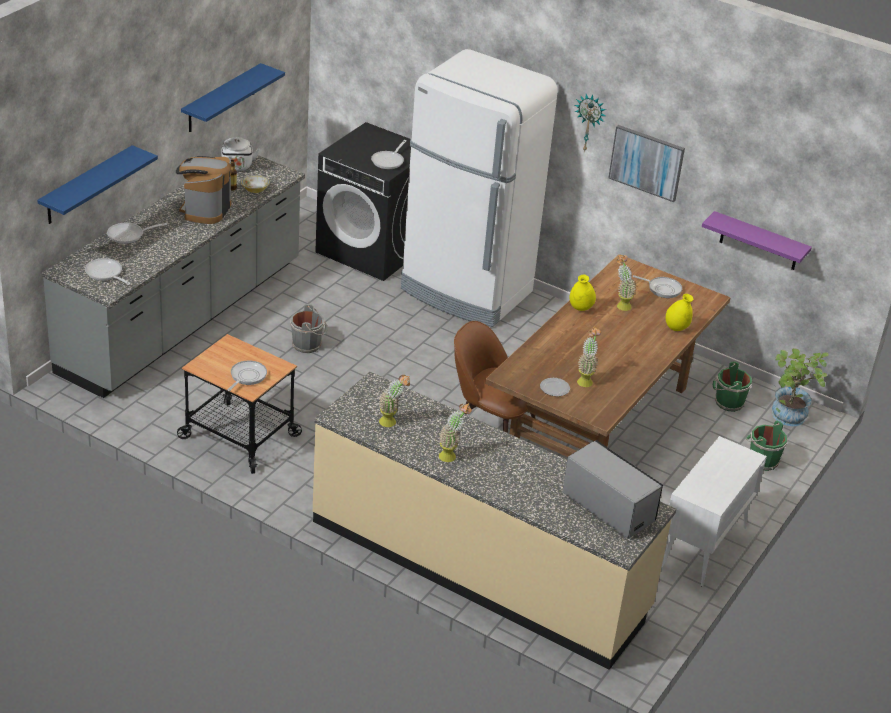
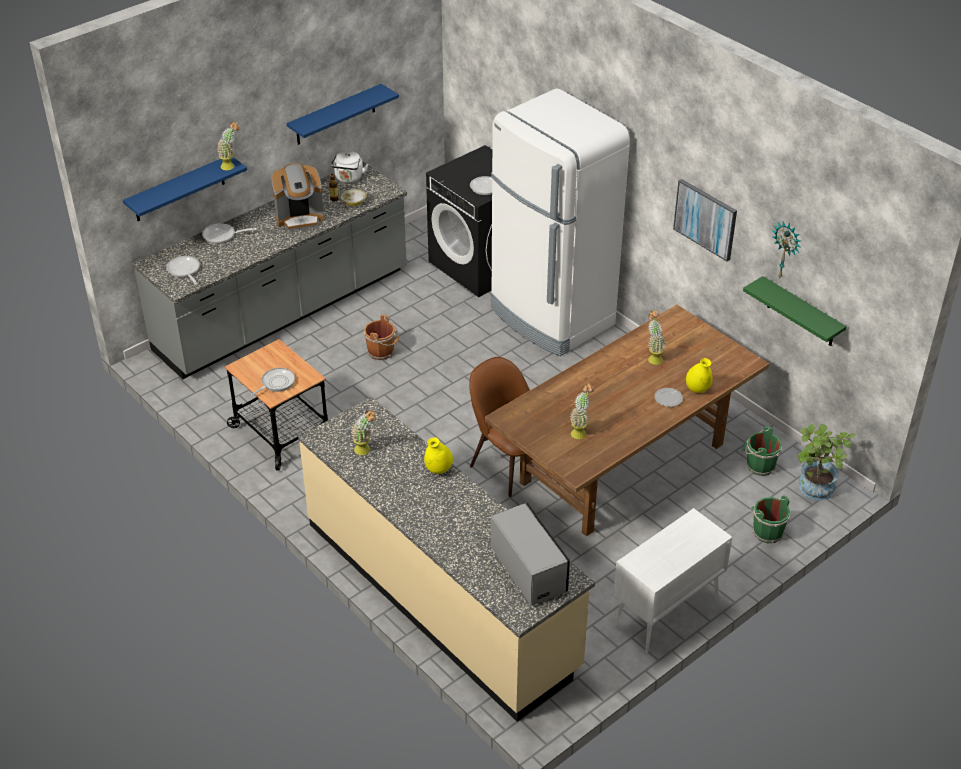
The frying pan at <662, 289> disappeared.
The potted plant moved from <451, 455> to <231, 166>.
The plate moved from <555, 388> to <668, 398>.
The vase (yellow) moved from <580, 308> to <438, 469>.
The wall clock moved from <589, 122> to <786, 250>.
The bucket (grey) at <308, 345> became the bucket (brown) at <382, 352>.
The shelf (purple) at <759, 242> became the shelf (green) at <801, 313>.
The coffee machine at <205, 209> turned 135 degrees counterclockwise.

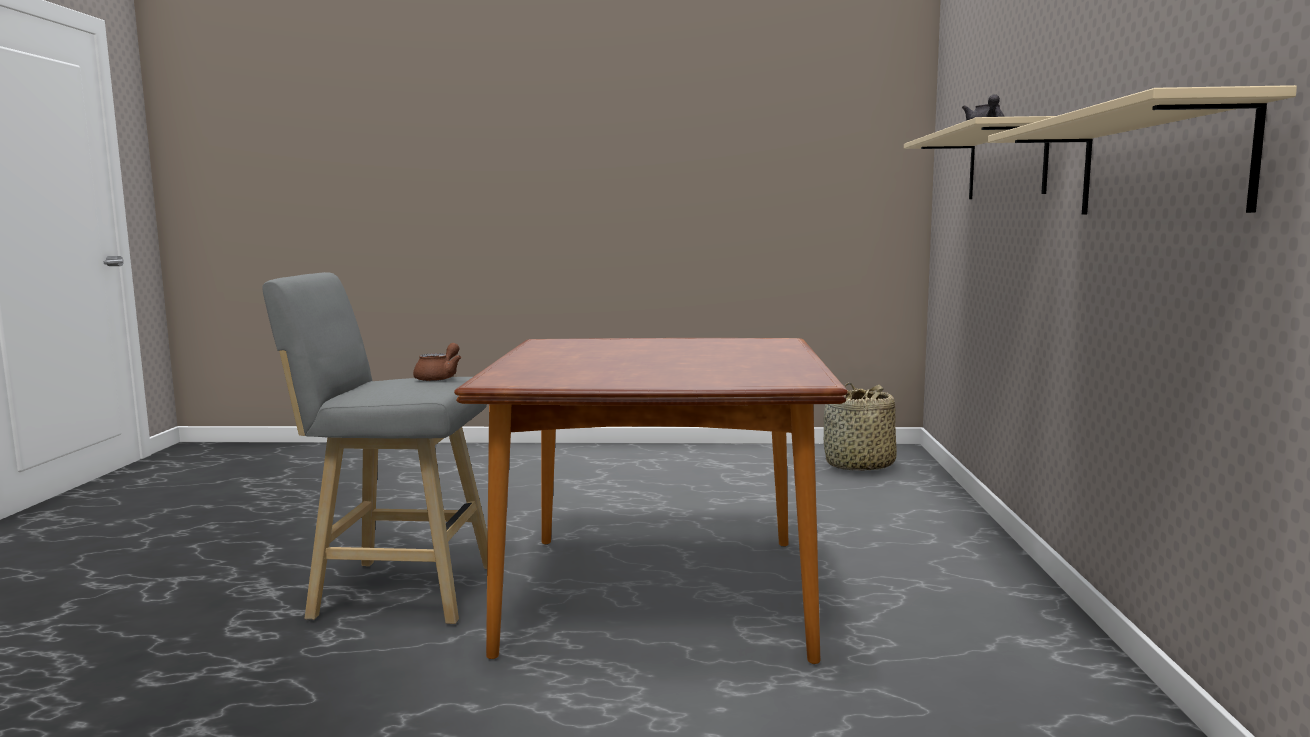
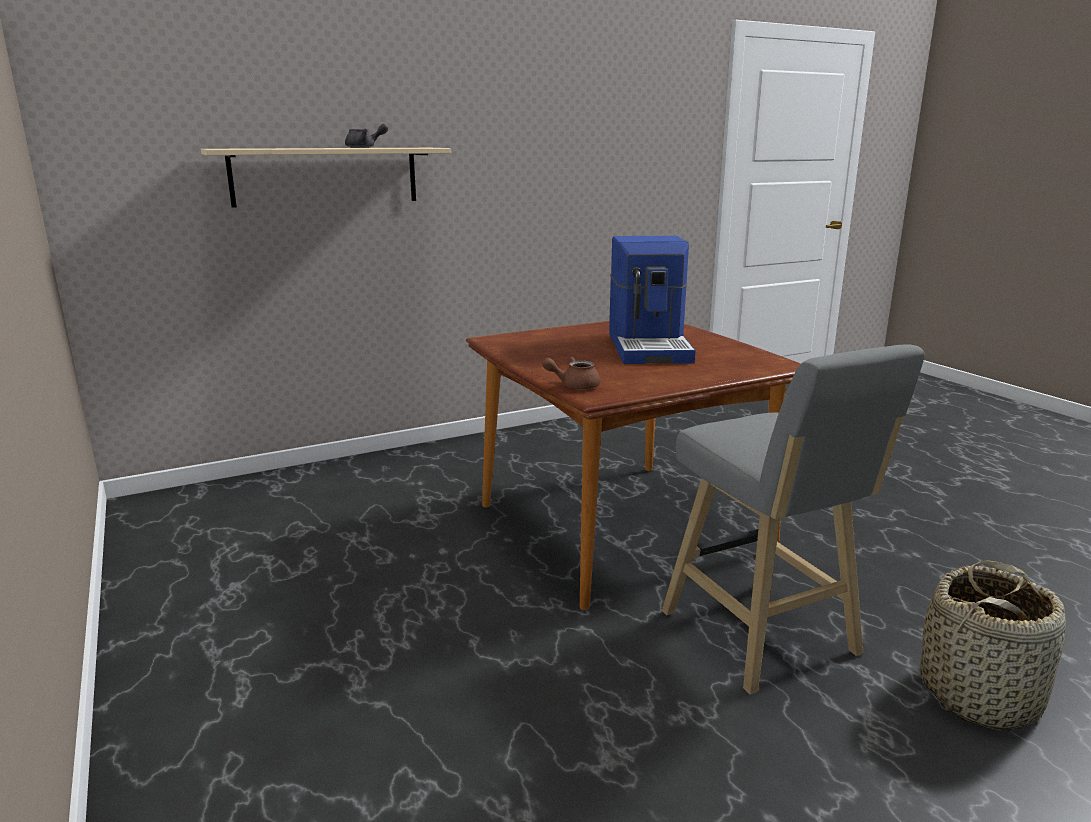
The shelf (beige) at <1158, 164> disappeared.
The coffee machine at <650, 347> appeared.
The teapot (brown) moved from <439, 378> to <574, 386>.
The basket moved from <859, 465> to <979, 694>.

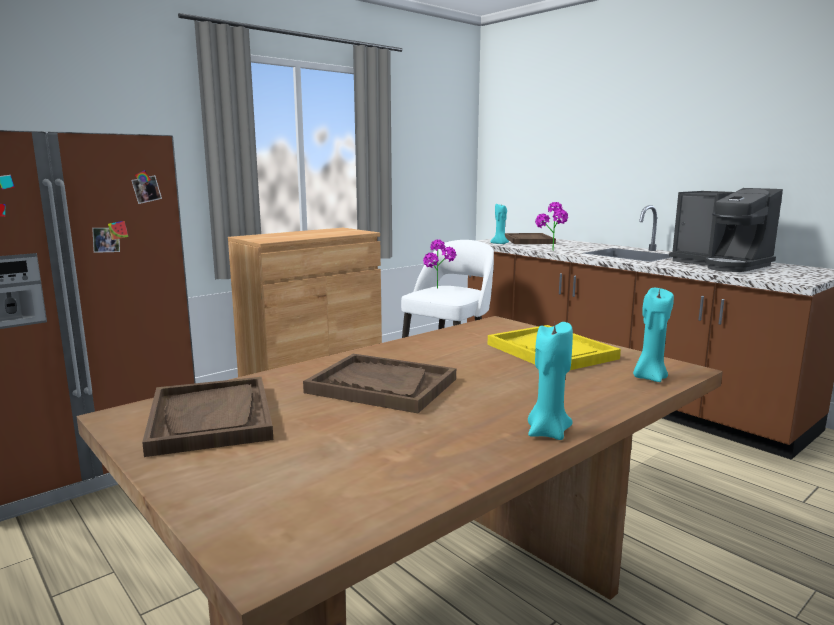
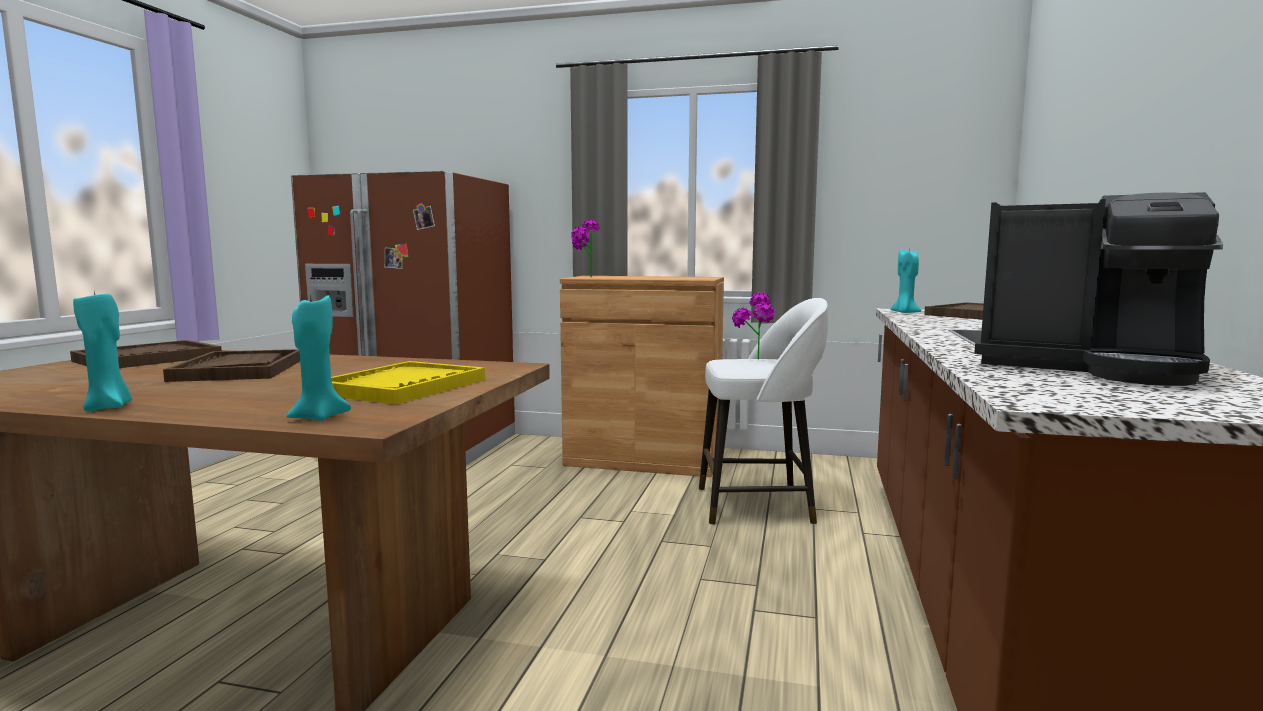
The potted plant moved from <551, 251> to <583, 277>.
The coffee machine at <721, 265> turned 75 degrees counterclockwise.

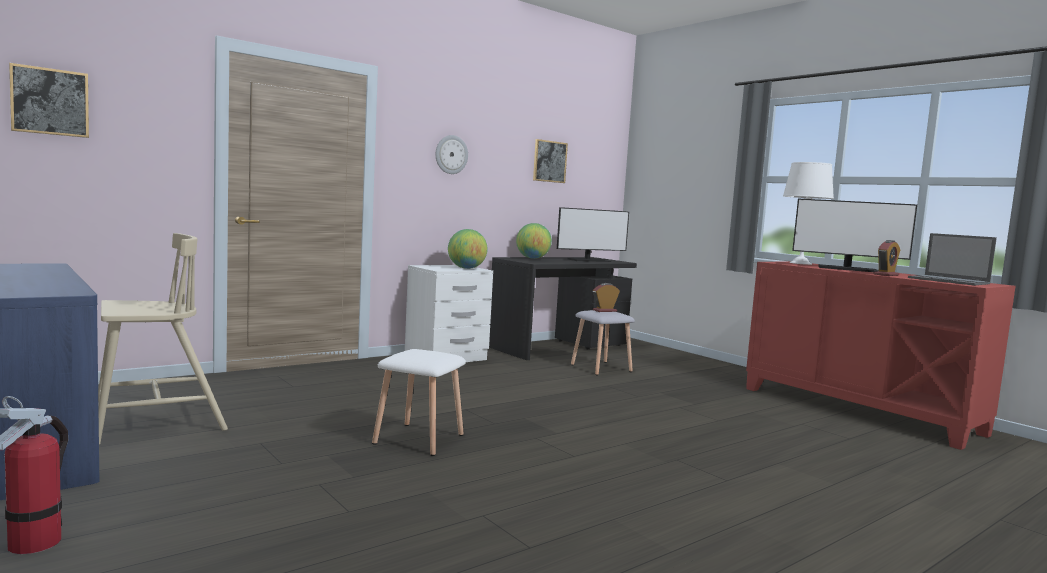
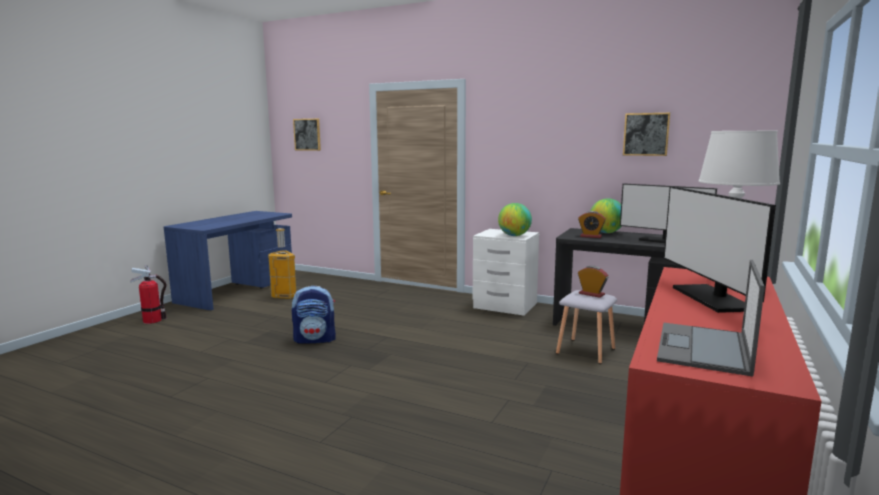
The wall clock at <451, 154> disappeared.
The alarm clock moved from <886, 275> to <591, 236>.
The chair (beige) at <156, 424> was replaced by the trash can at <285, 296>.
The stool (white) at <419, 438> was replaced by the backpack at <315, 339>.

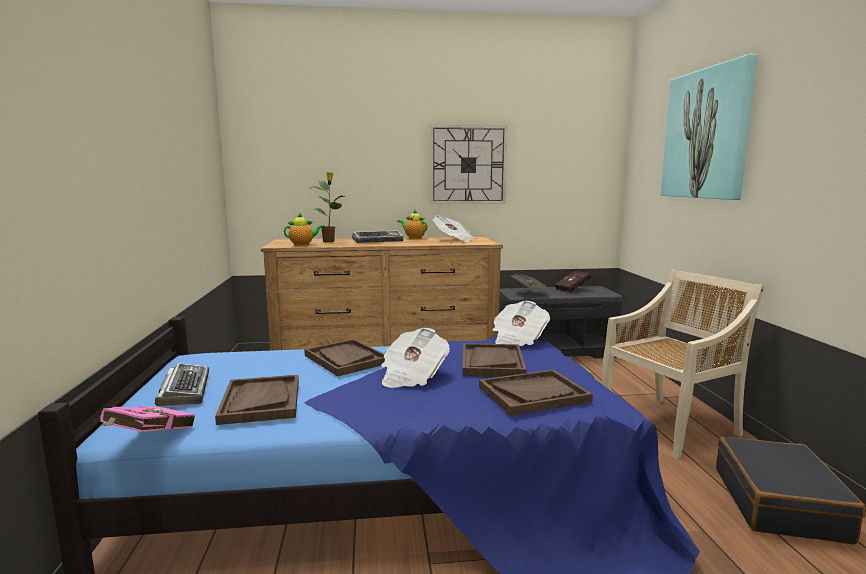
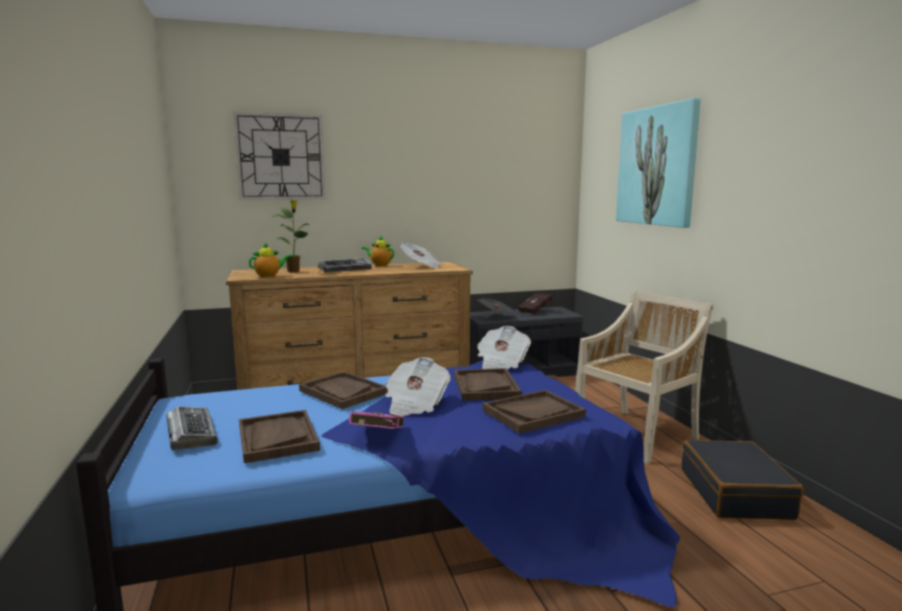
The book (pink) moved from <148, 438> to <376, 437>.
The wall clock moved from <468, 165> to <280, 157>.

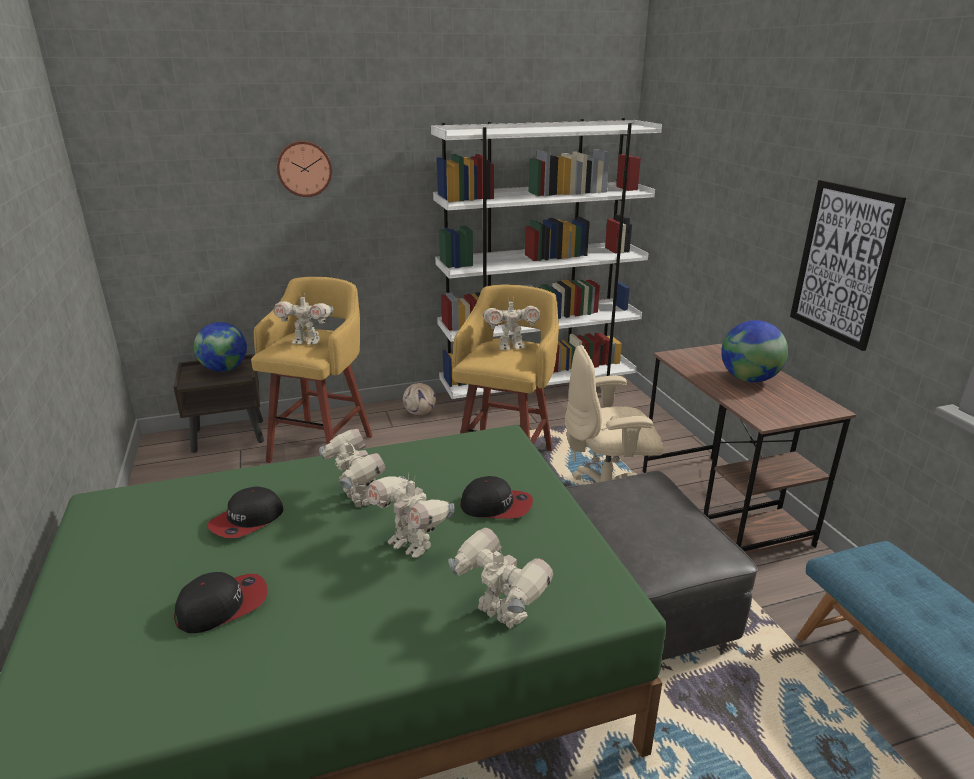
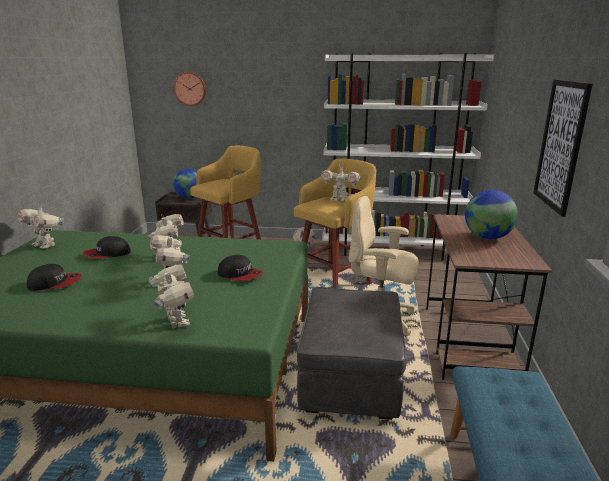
The toy robot moved from <307, 342> to <45, 245>.
The wall clock moved from <304, 168> to <190, 88>.

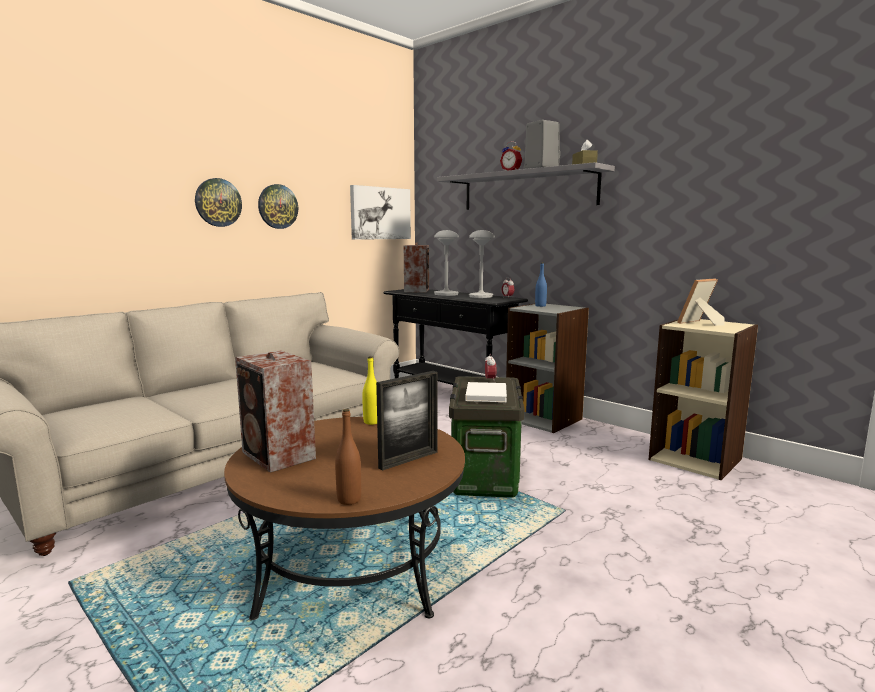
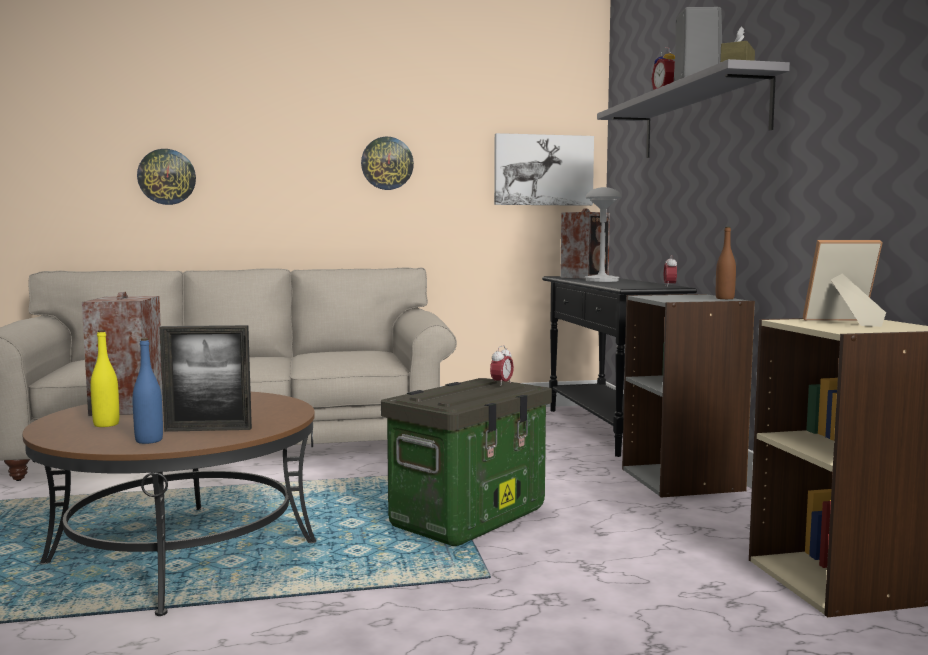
The book (white) at <486, 394> disappeared.
The table lamp (grey) at <480, 296> disappeared.
The wall clock moved from <218, 202> to <167, 177>.
The bottle (brown) moved from <349, 500> to <724, 298>.
The bottle (yellow) moved from <372, 422> to <106, 424>.
The bottle (blue) moved from <540, 306> to <149, 440>.

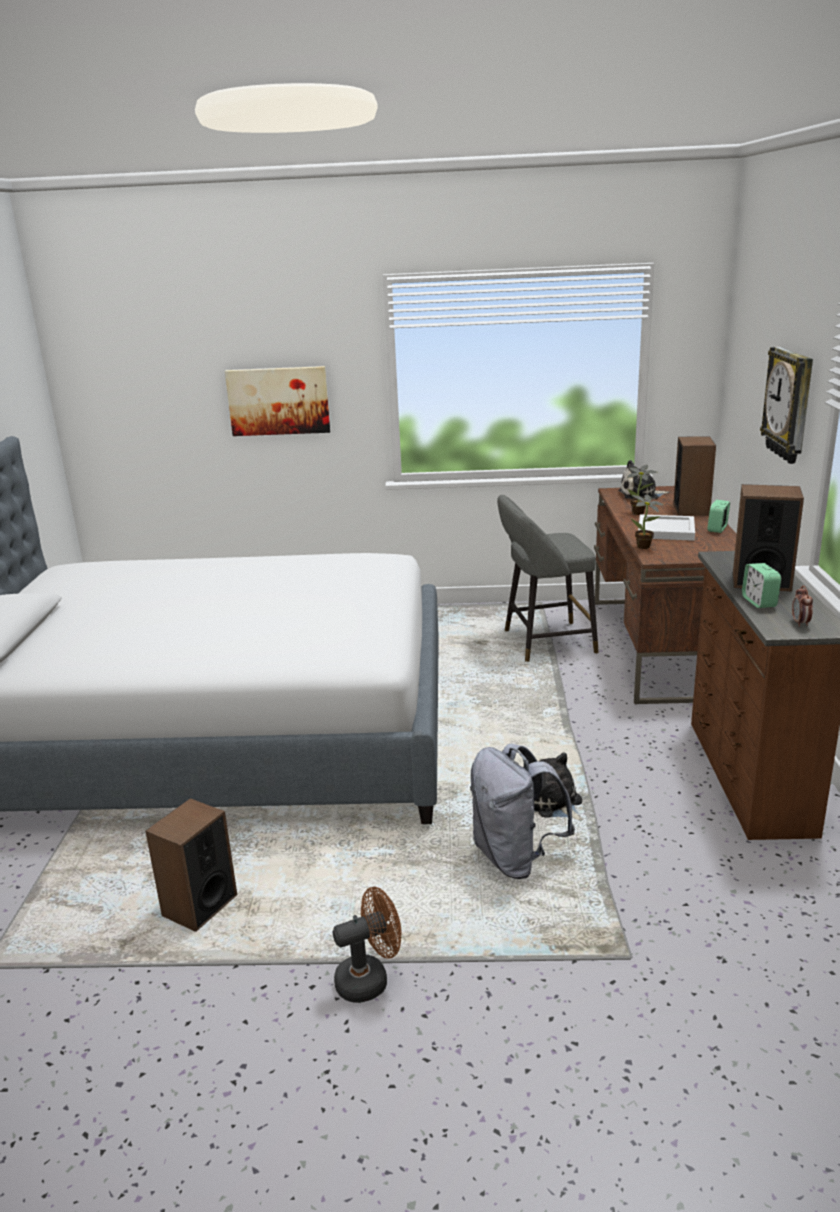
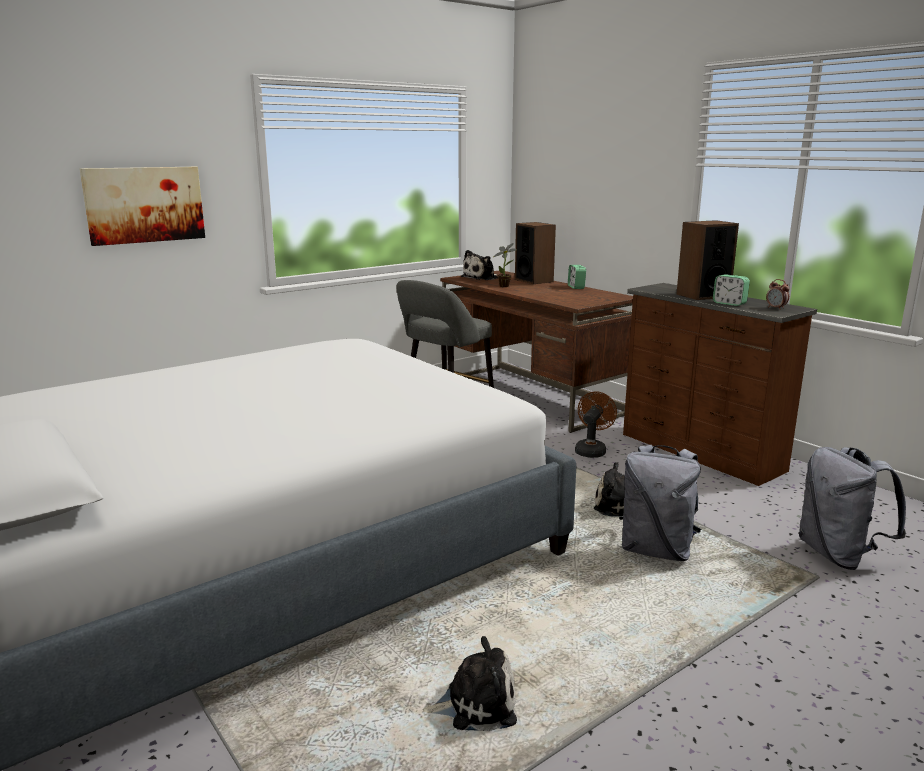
The potted plant at <645, 547> disappeared.
The tray (white) at <665, 531> disappeared.
The wall clock at <790, 404> disappeared.
The backpack (grey) at <838, 555> appeared.
The fan (brown) moved from <370, 979> to <591, 450>.
The speaker at <199, 906> was replaced by the plush toy at <476, 704>.

